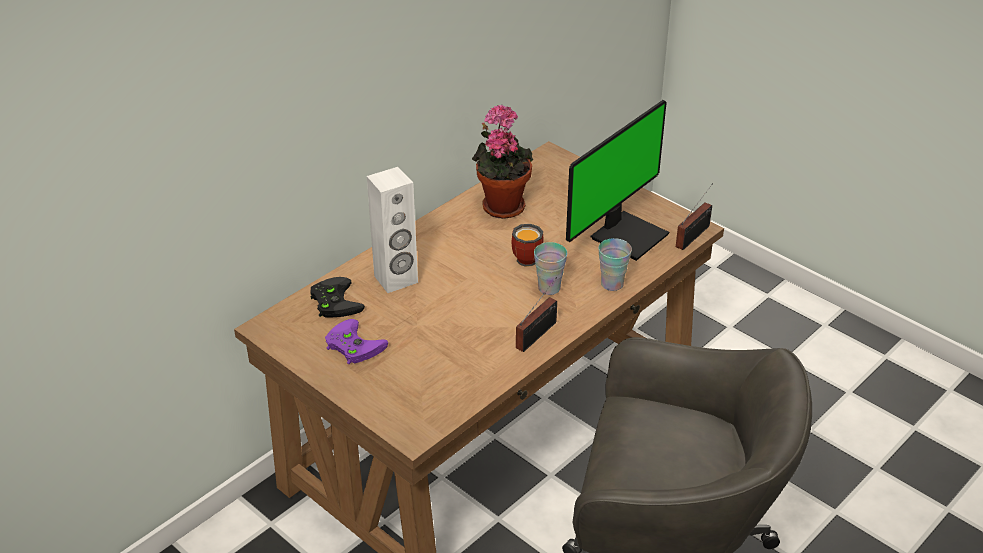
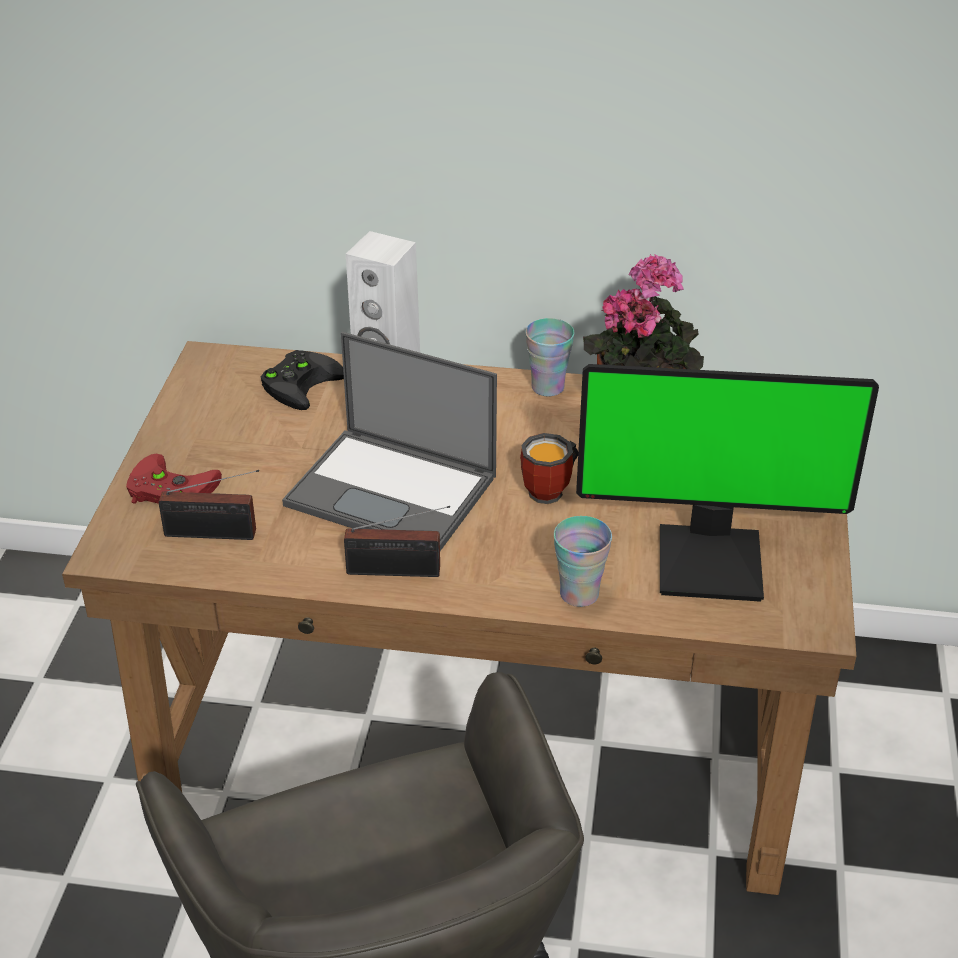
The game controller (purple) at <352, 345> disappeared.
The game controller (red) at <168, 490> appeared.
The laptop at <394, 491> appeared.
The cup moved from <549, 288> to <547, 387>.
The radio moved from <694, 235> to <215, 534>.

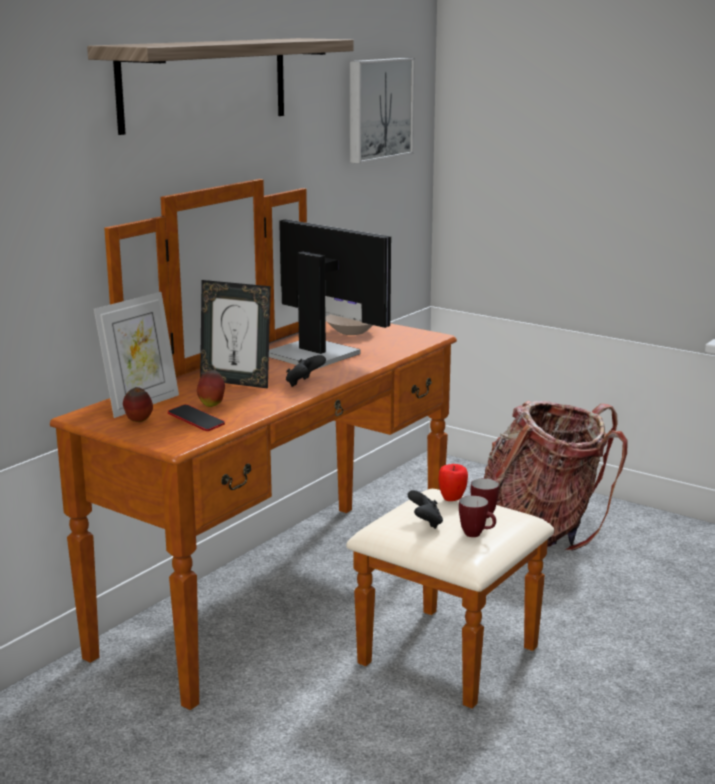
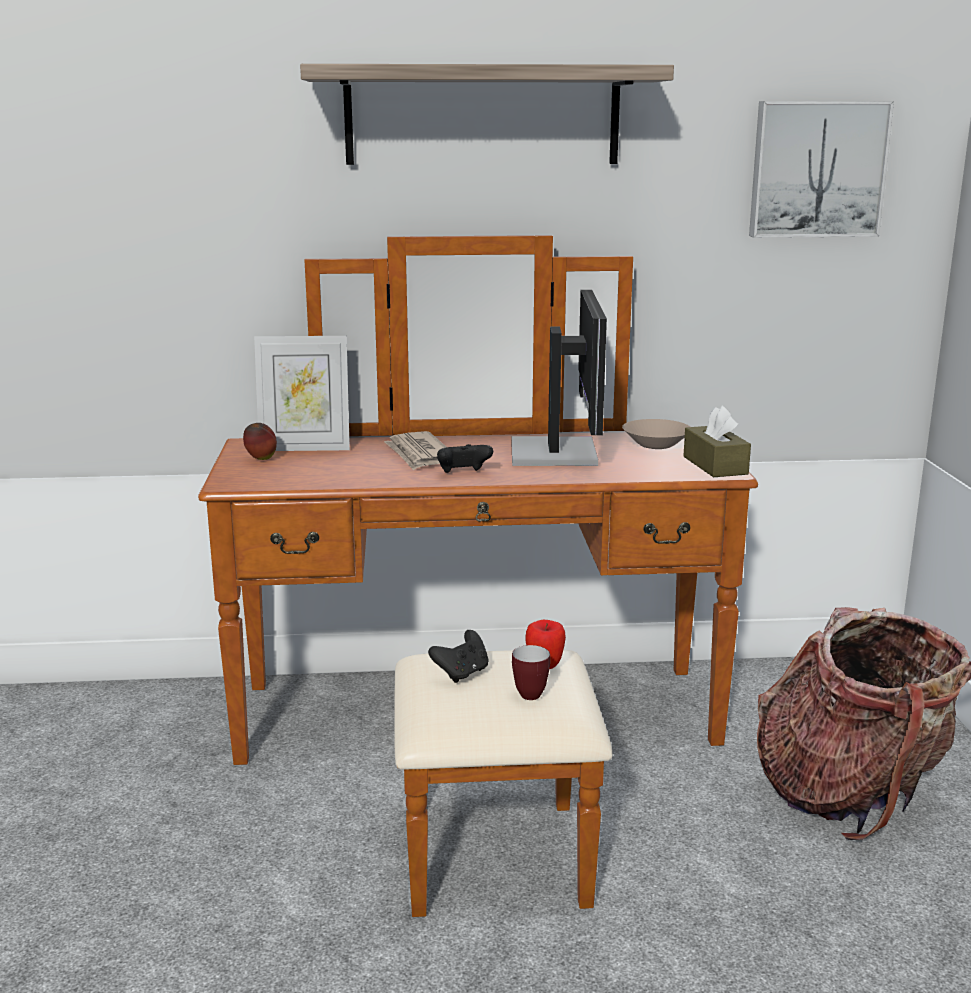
The phone at <196, 422> disappeared.
The apple at <211, 405> disappeared.
The mug at <476, 534> disappeared.
The tissue box (brown) at <715, 465> appeared.
The picture frame at <236, 382> was replaced by the newspaper at <419, 454>.

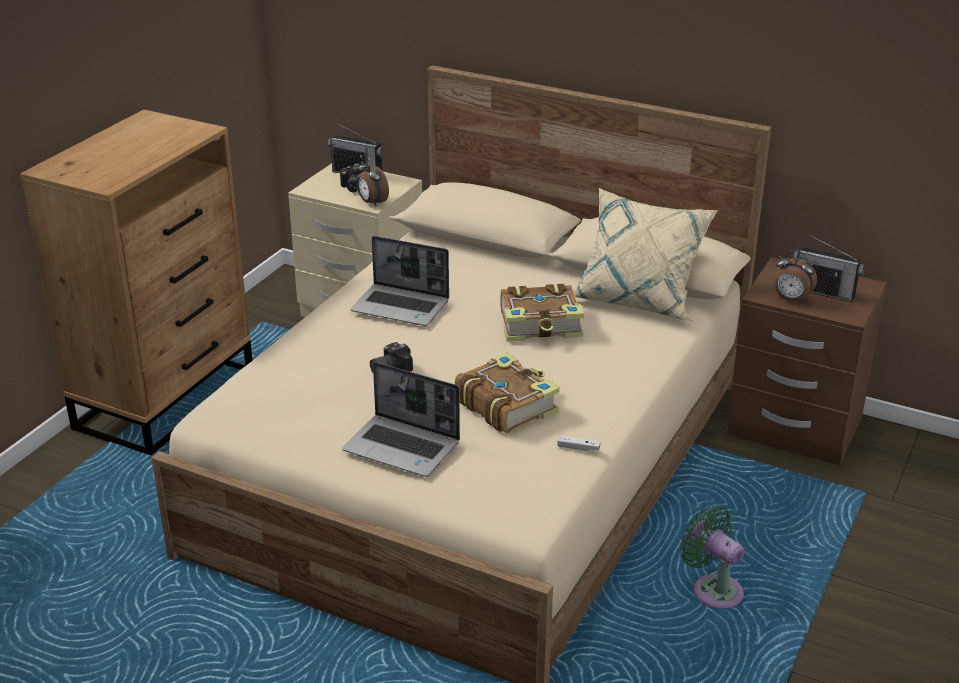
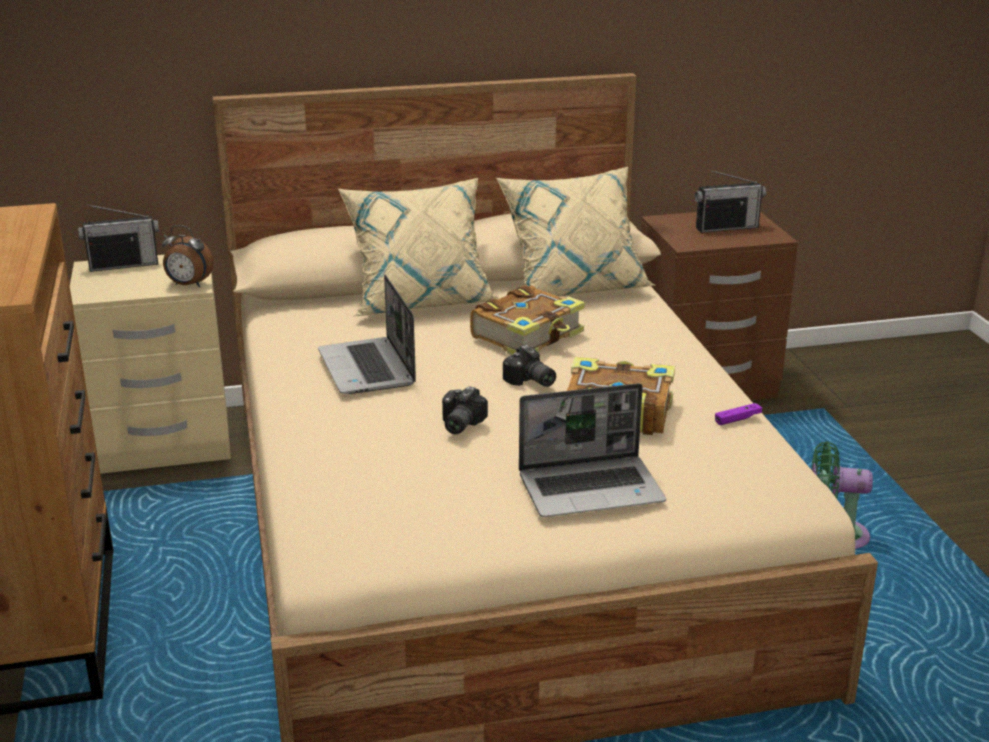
The alarm clock at <790, 299> disappeared.
The pillow (beige) at <421, 300> appeared.
The photo camera moved from <352, 187> to <530, 381>.
The game controller (white) at <578, 448> became the game controller (purple) at <737, 419>.
The laptop at <402, 307> turned 90 degrees clockwise.

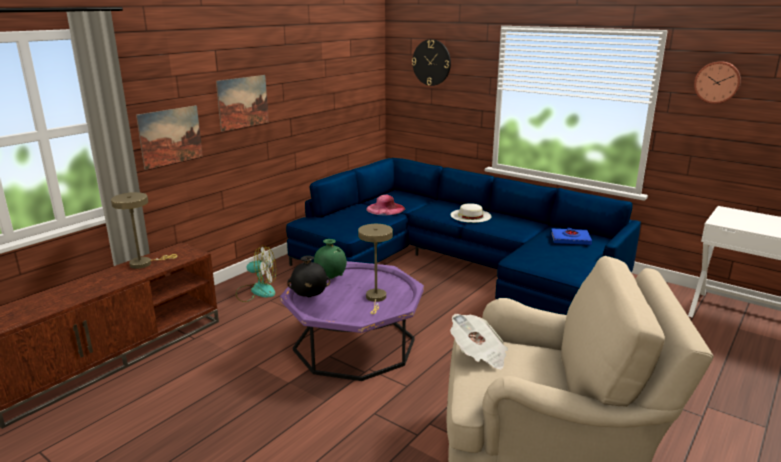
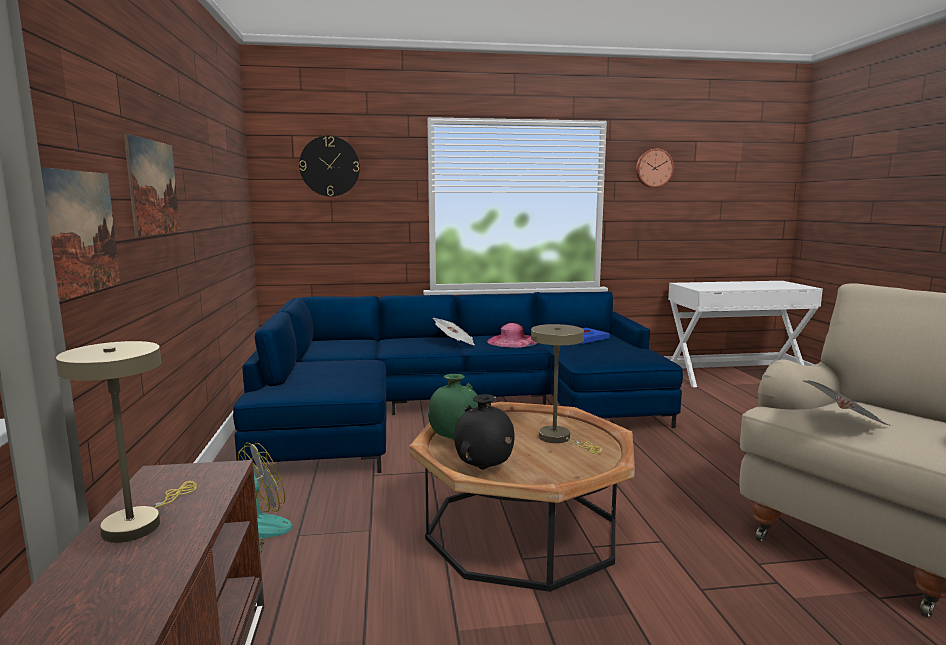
The hat (pink) moved from <385, 208> to <512, 341>.
The hat (white) at <470, 215> was replaced by the newspaper at <455, 343>.
The coffee table (purple) at <354, 345> became the coffee table (brown) at <522, 530>.

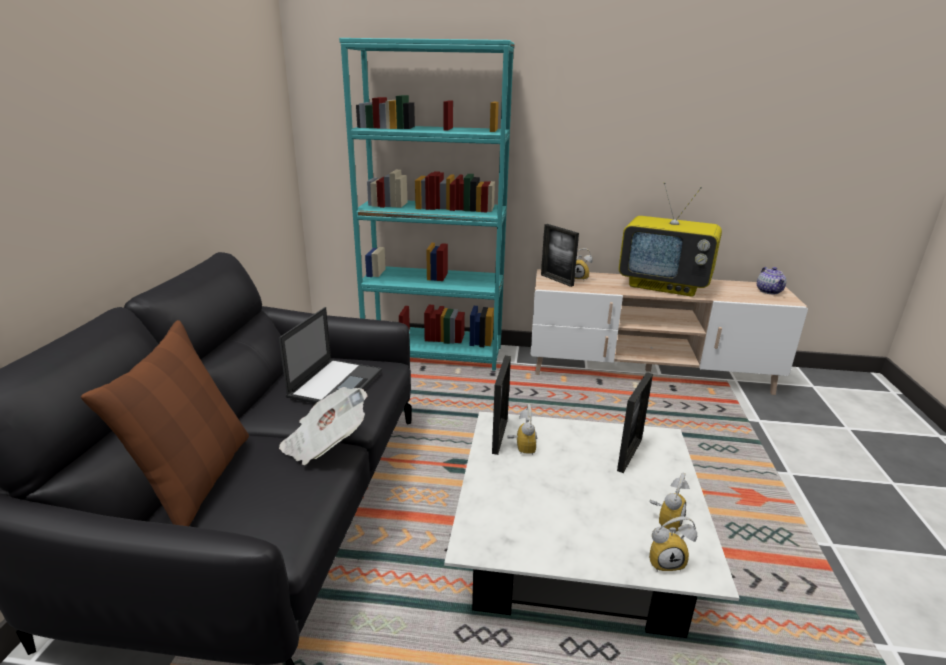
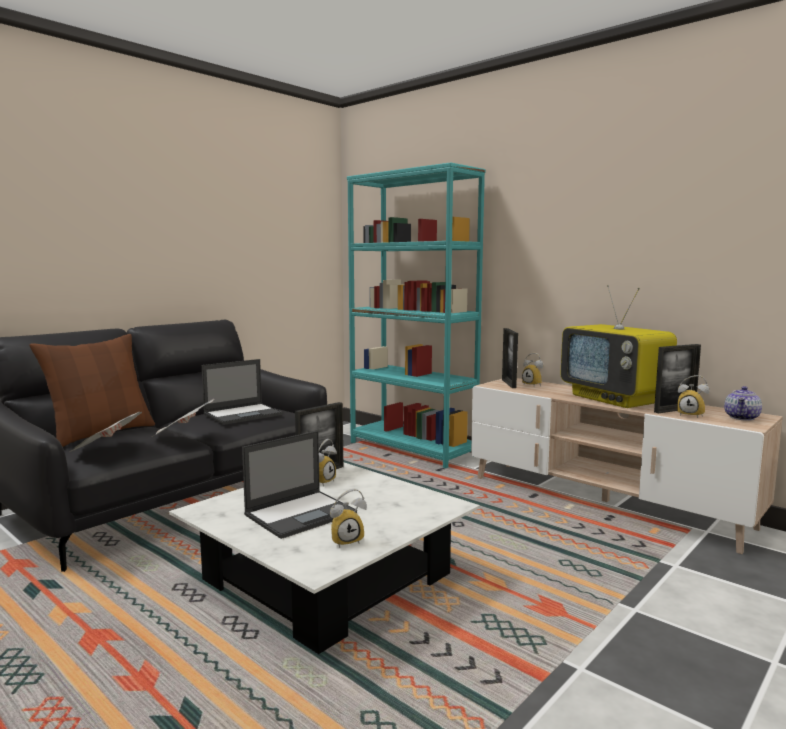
The newspaper at <107, 449> appeared.
The laptop at <301, 514> appeared.
The picture frame moved from <629, 455> to <675, 410>.
The alarm clock moved from <665, 560> to <691, 415>.

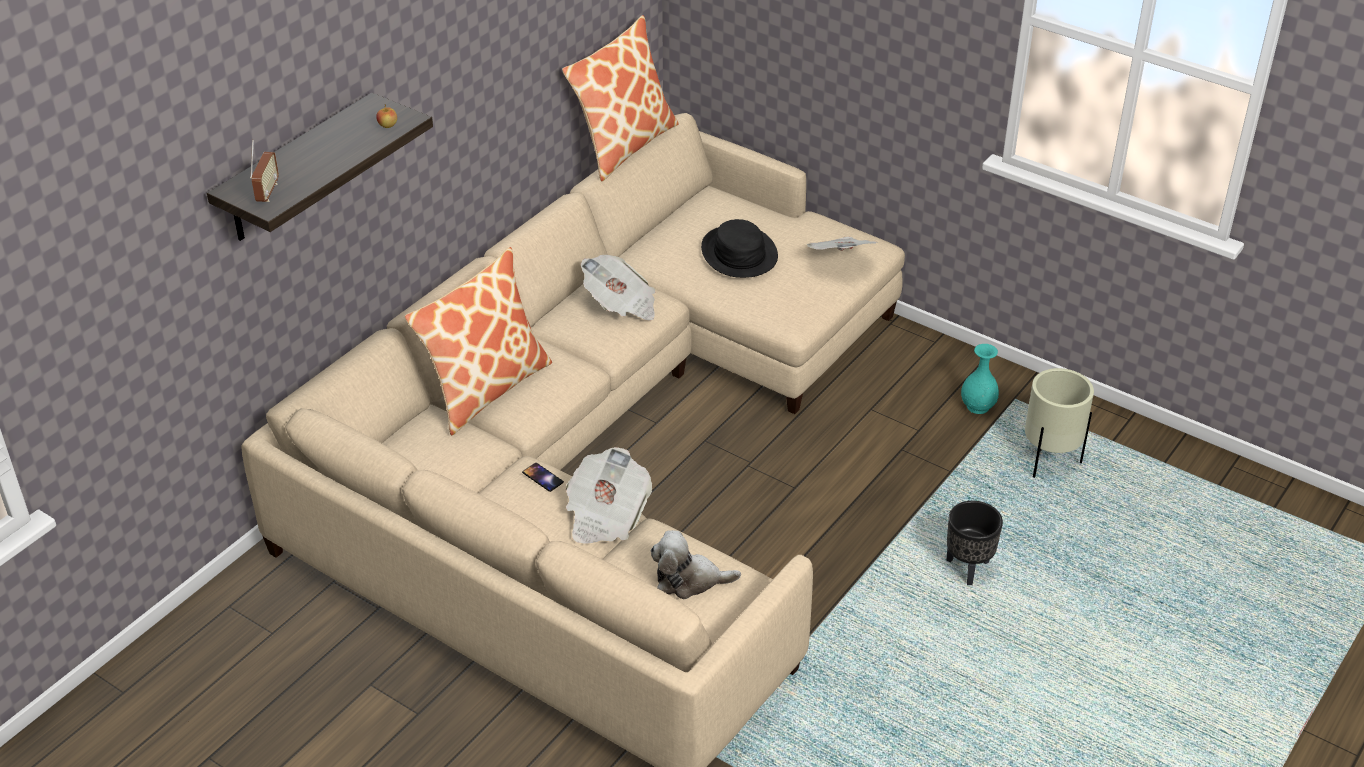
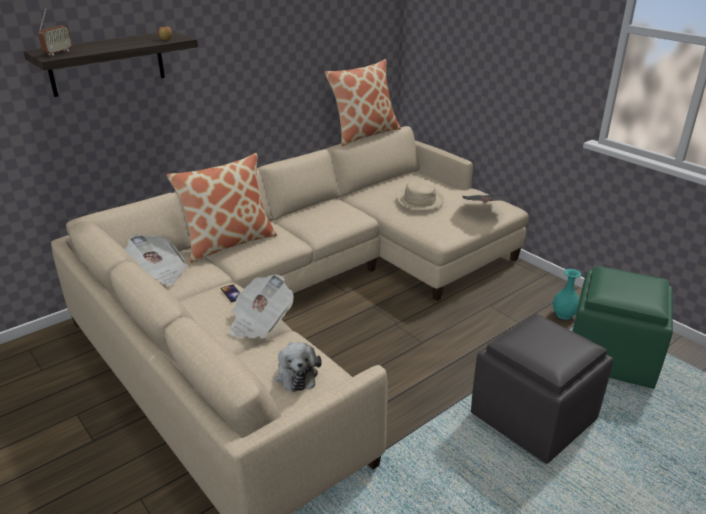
The newspaper moved from <621, 305> to <158, 273>.
The planter (black) at <968, 569> was replaced by the ottoman (grey) at <534, 417>.
The planter (beige) at <1049, 461> was replaced by the ottoman (green) at <610, 355>.
The hat (black) at <739, 253> became the hat (beige) at <419, 199>.
The plush toy at <689, 580> turned 120 degrees counterclockwise.

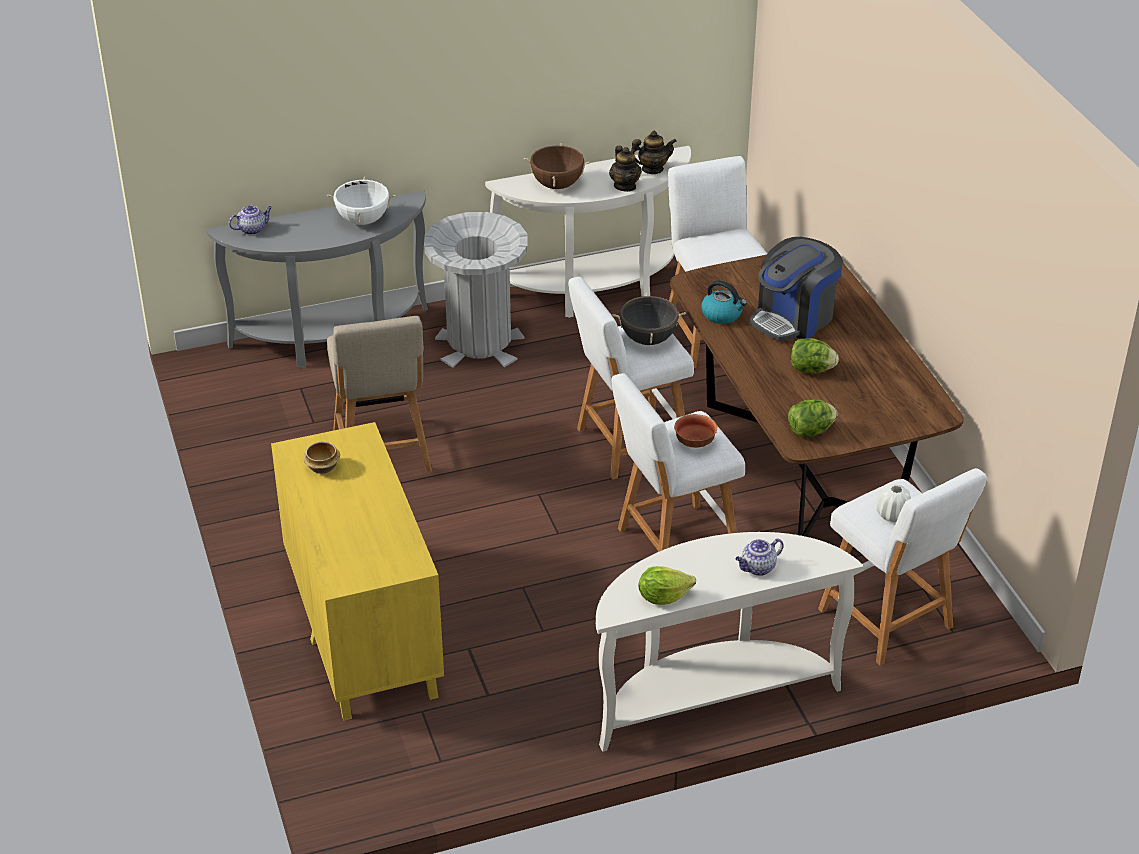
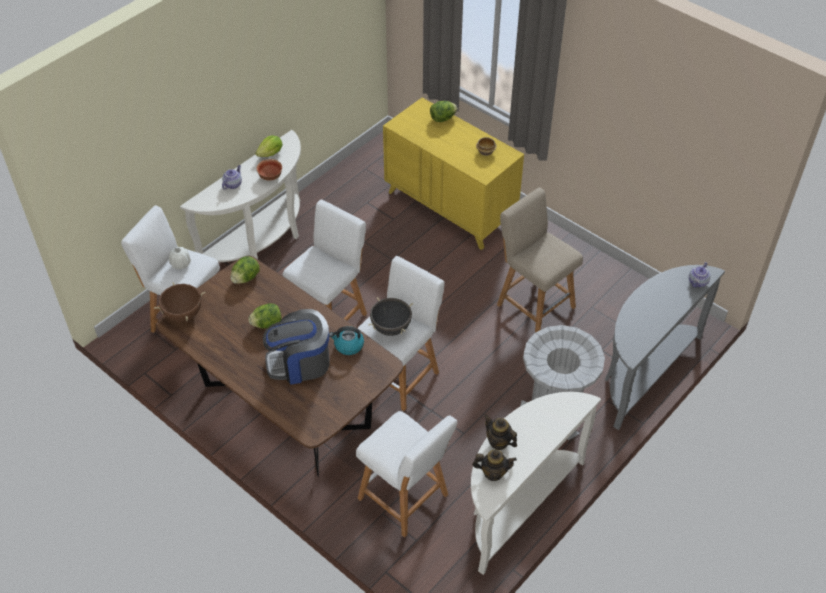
The cooking pot (white) at <363, 220> disappeared.
The lettuce at <442, 118> appeared.
The cooking pot (brown) moved from <557, 185> to <183, 314>.
The bowl moved from <694, 442> to <271, 176>.
The teapot at <652, 169> turned 135 degrees counterclockwise.
The coffee machine at <794, 318> turned 120 degrees counterclockwise.

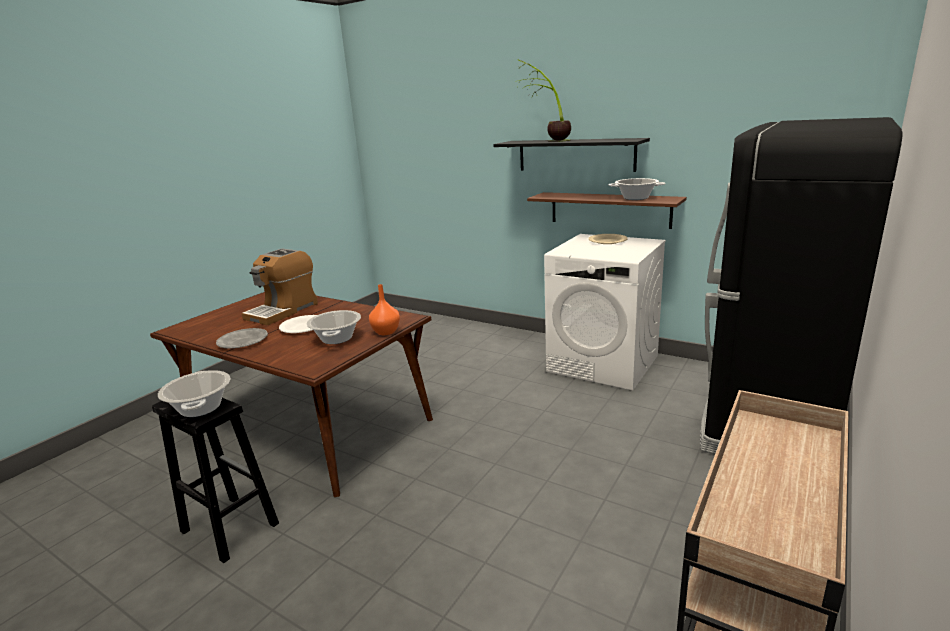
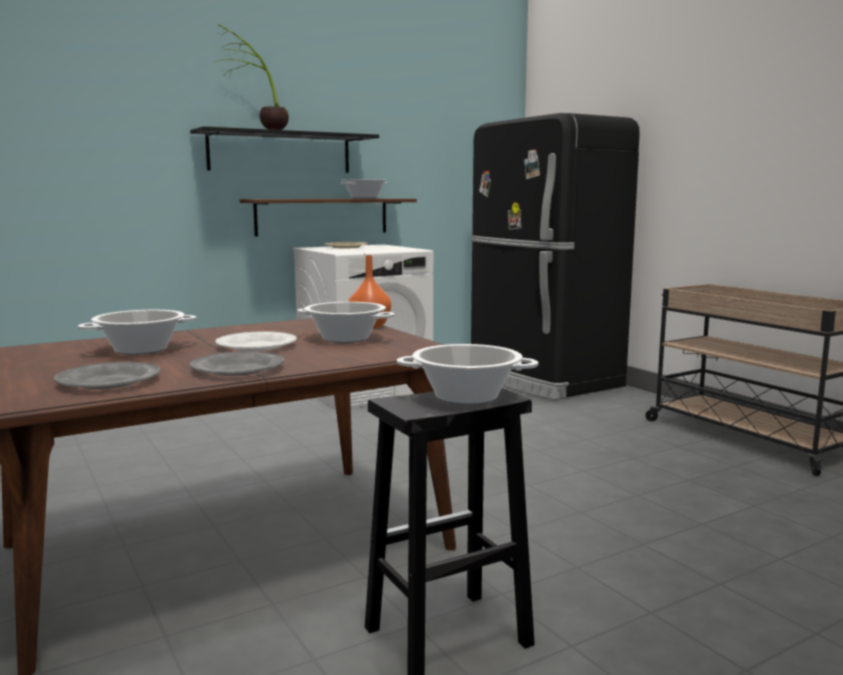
The plate (grey) at <108, 381> appeared.
The coffee machine at <283, 311> was replaced by the cooking pot at <141, 350>.

